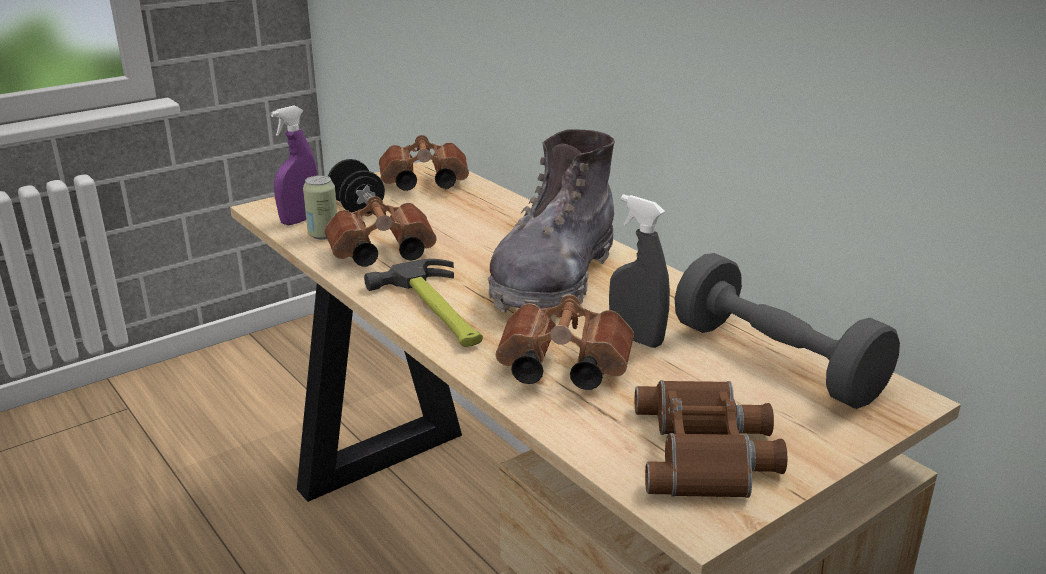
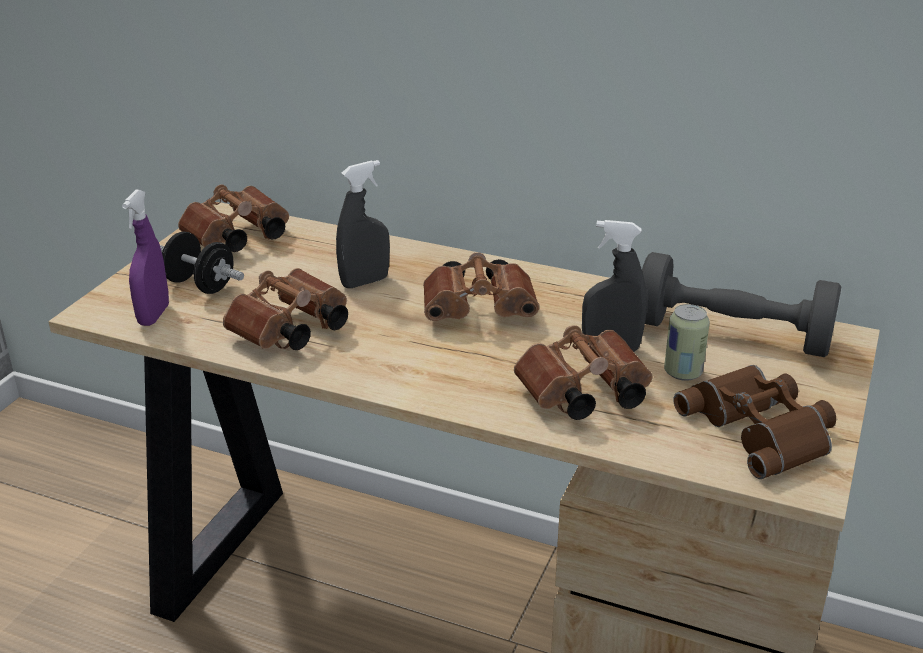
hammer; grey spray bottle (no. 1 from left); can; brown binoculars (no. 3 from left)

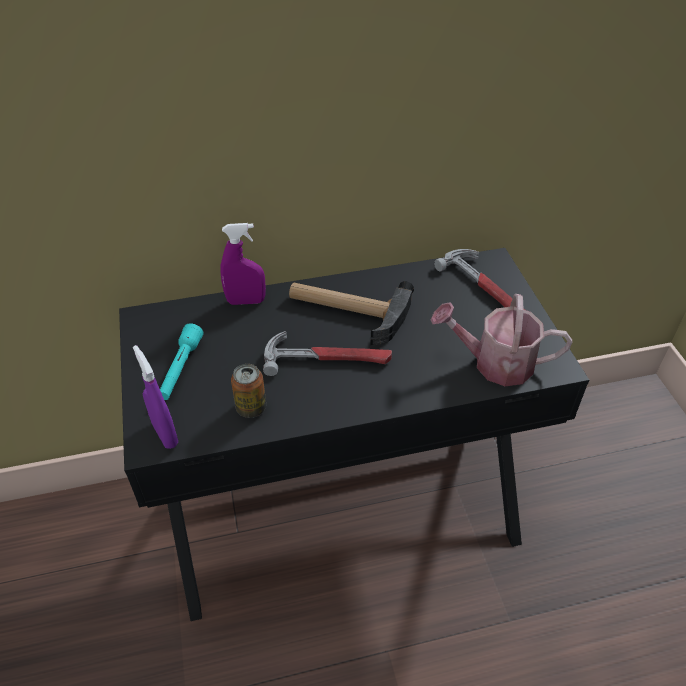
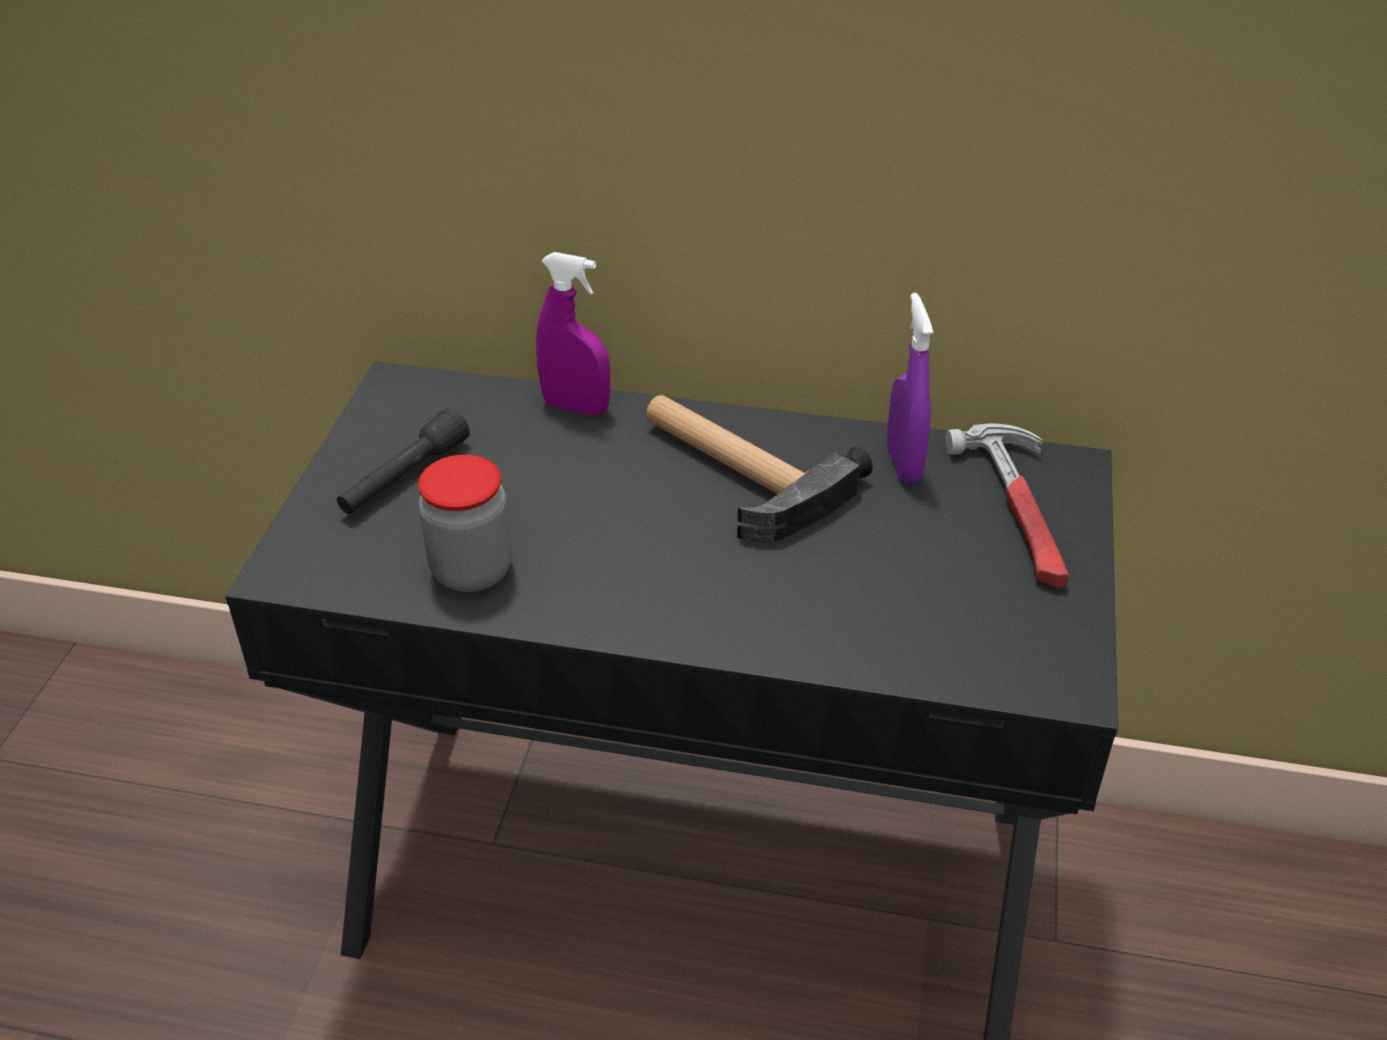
hammer (no. 1 from left in the first image); watering can; purple spray bottle (no. 2 from left); jar; black flashlight

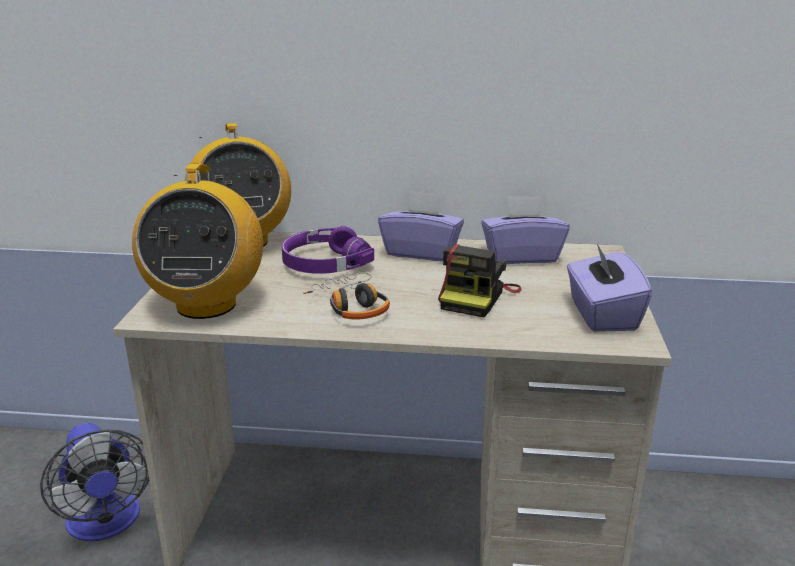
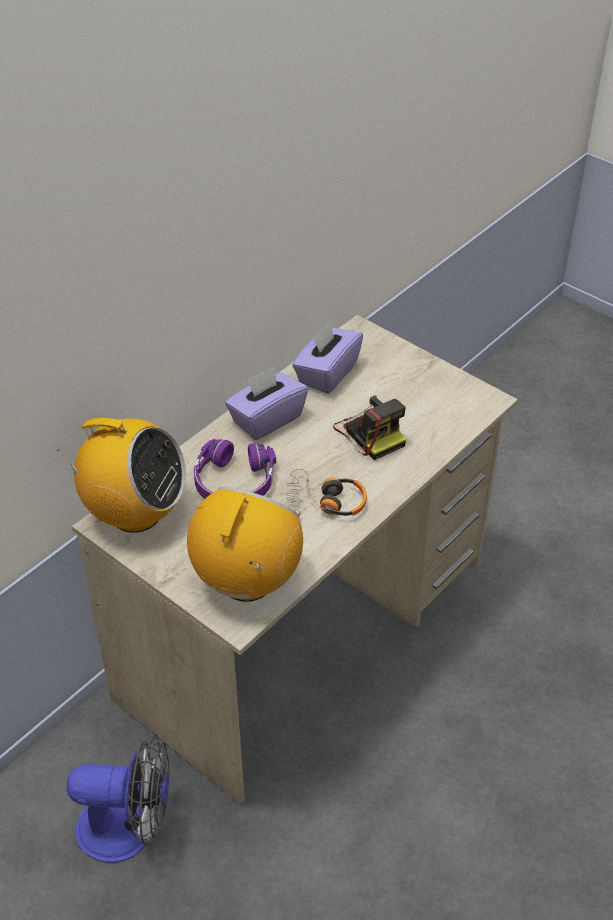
purple tissue box (no. 3 from left in the first image); radio (no. 2 from left)

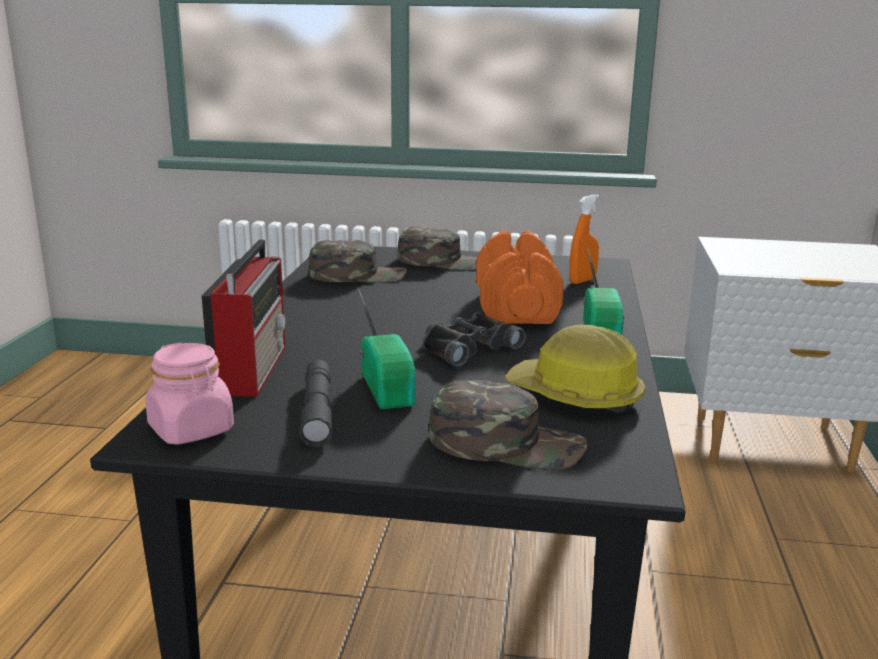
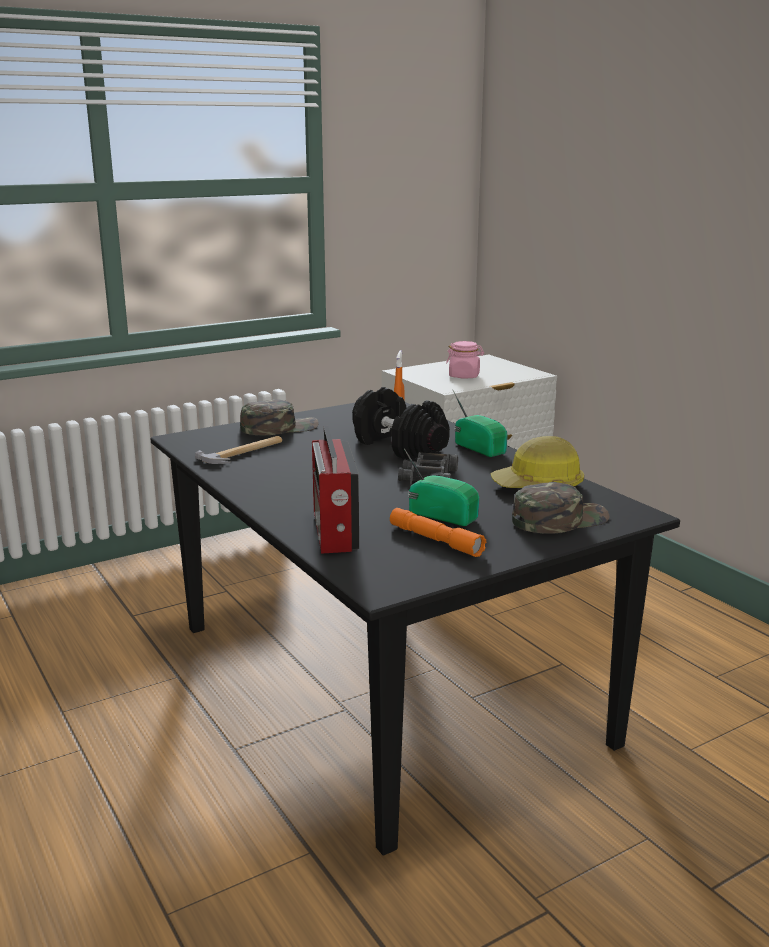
pink jar; hammer; orange flashlight; black dumbbell; radio (no. 1 from left)

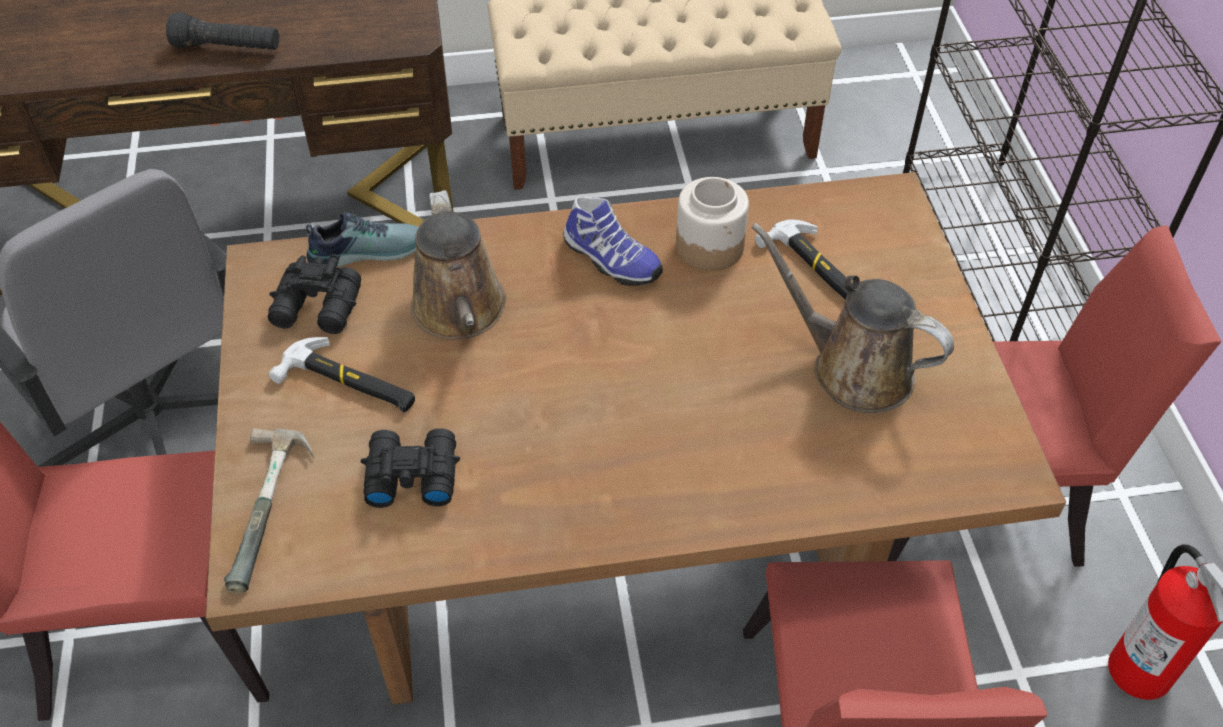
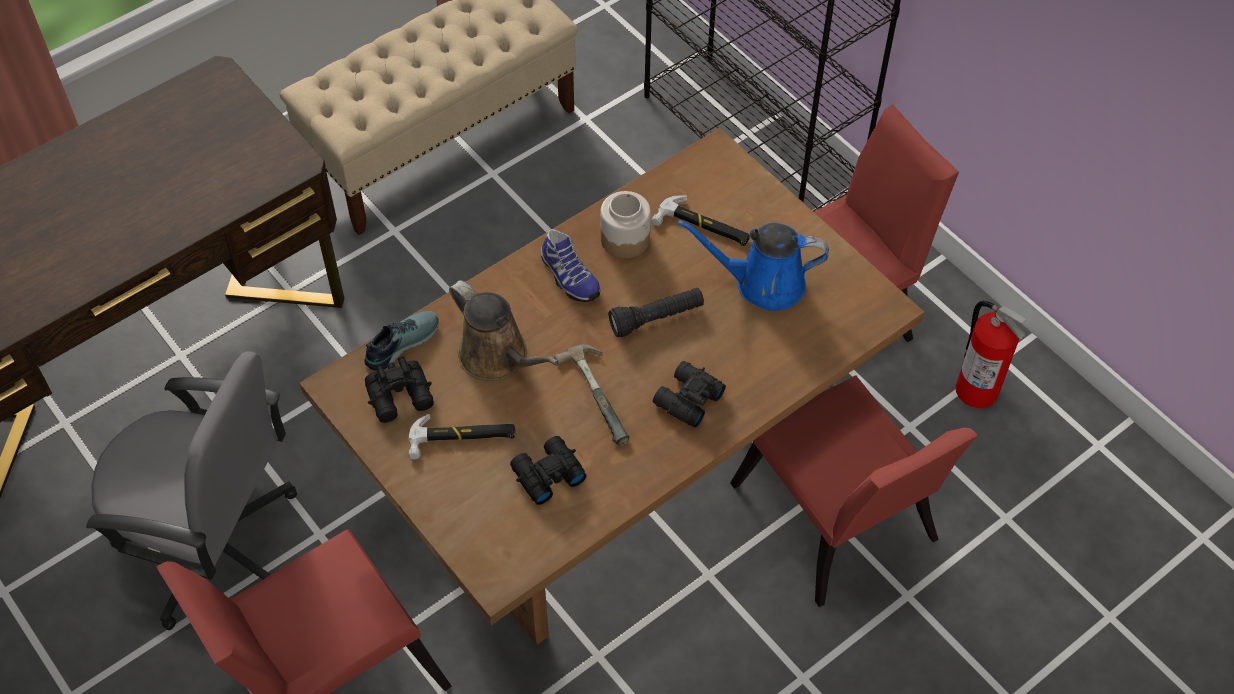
black binoculars (no. 3 from left); black flashlight; hammer (no. 2 from left); blue watering can; shoe (no. 2 from left)

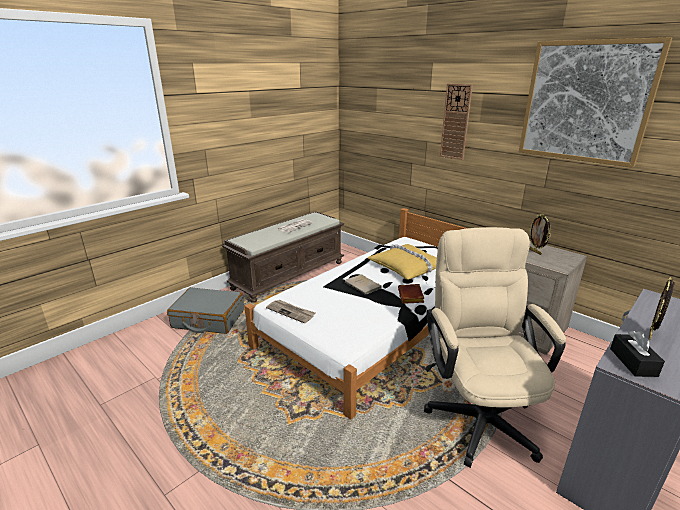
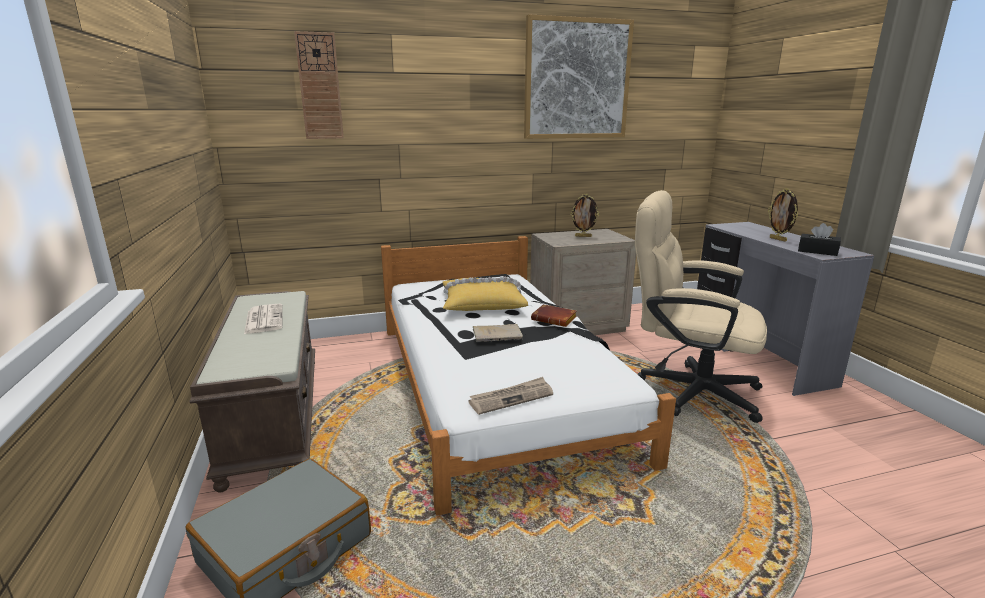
wall clock

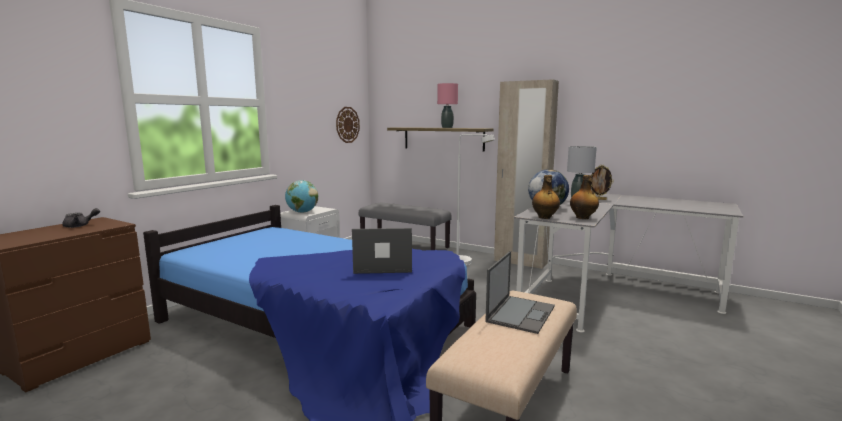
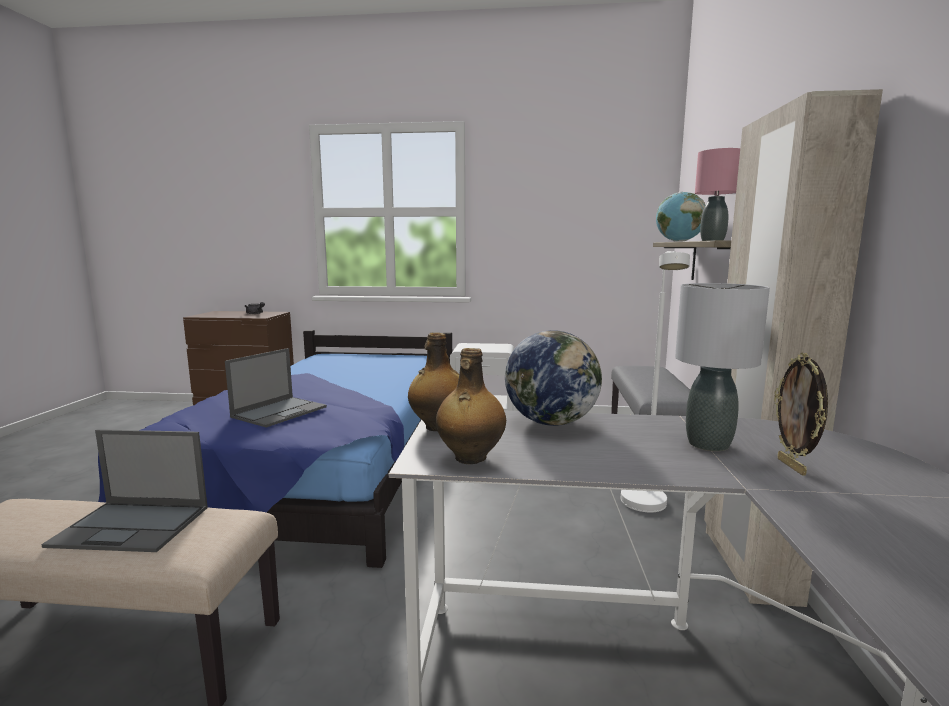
wall clock; globe (no. 2 from left); laptop (no. 2 from left)

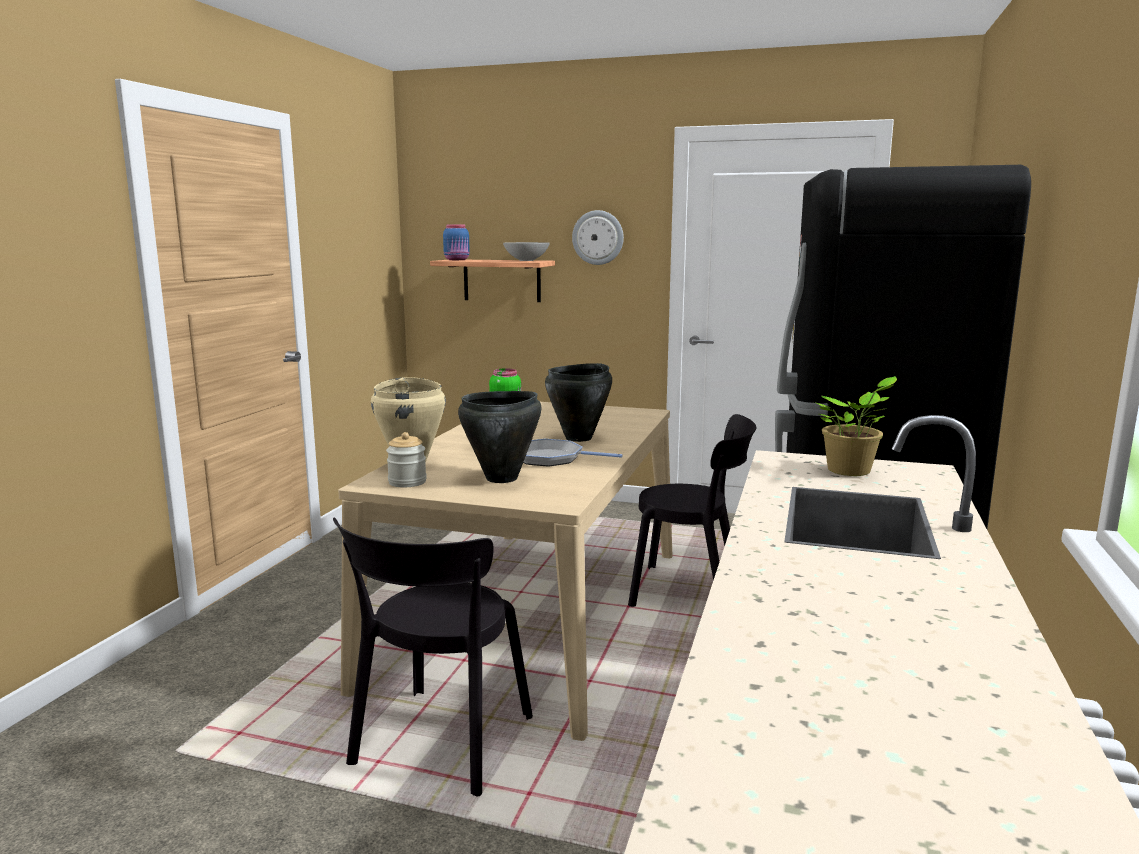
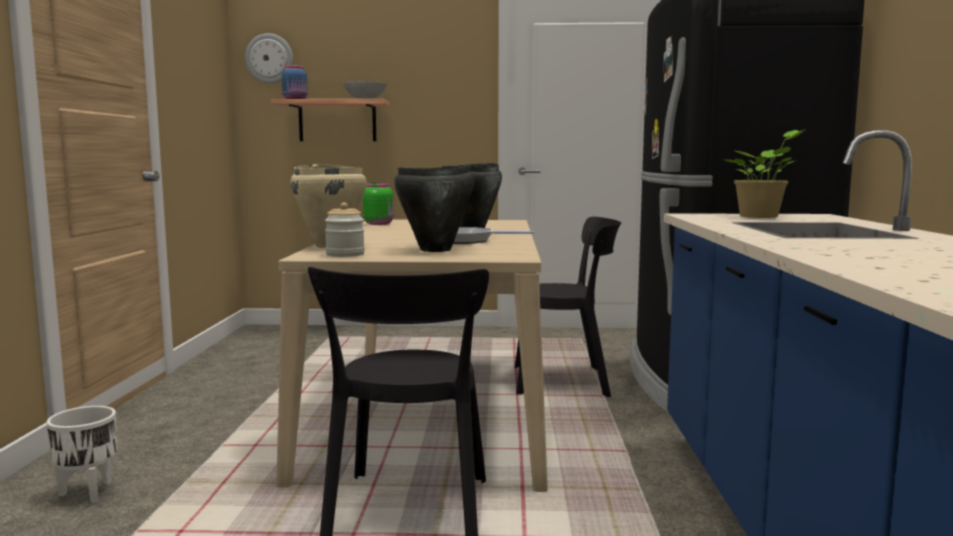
white planter; wall clock

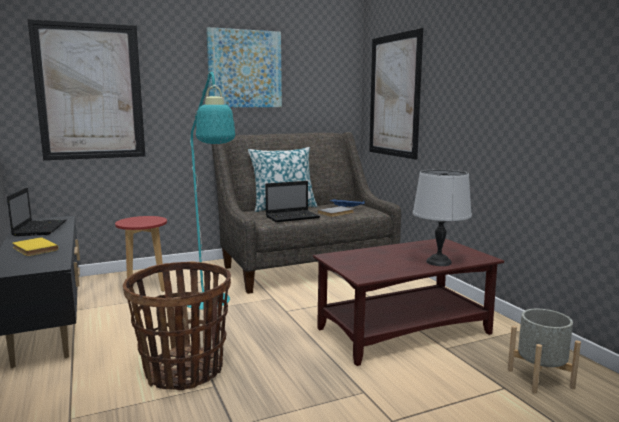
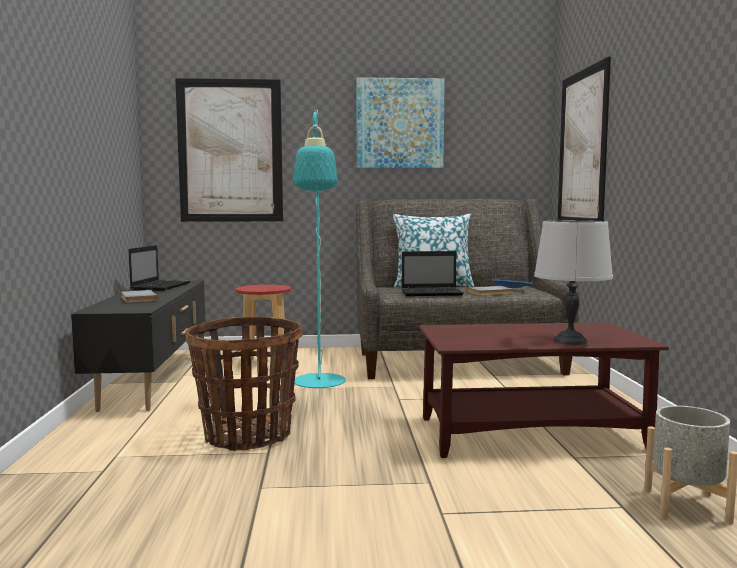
grey book (no. 1 from left)

